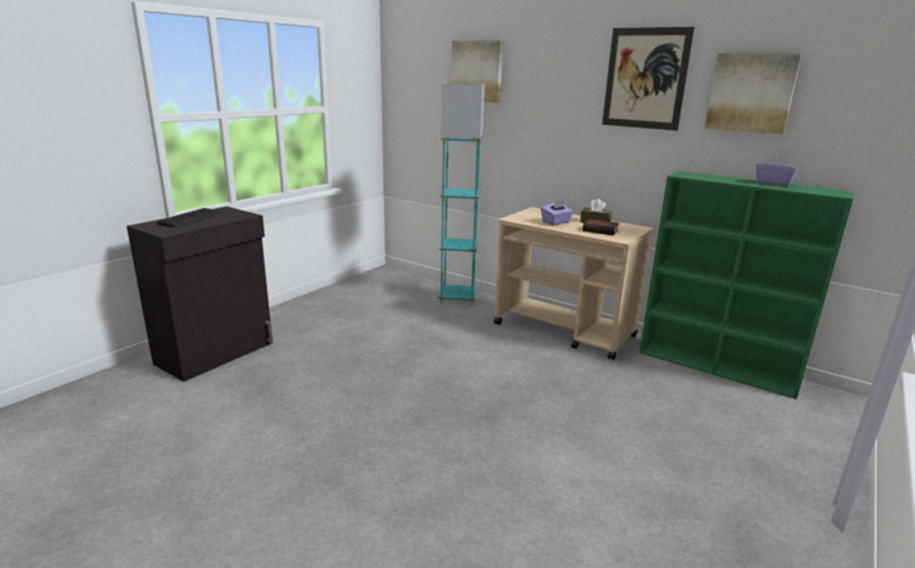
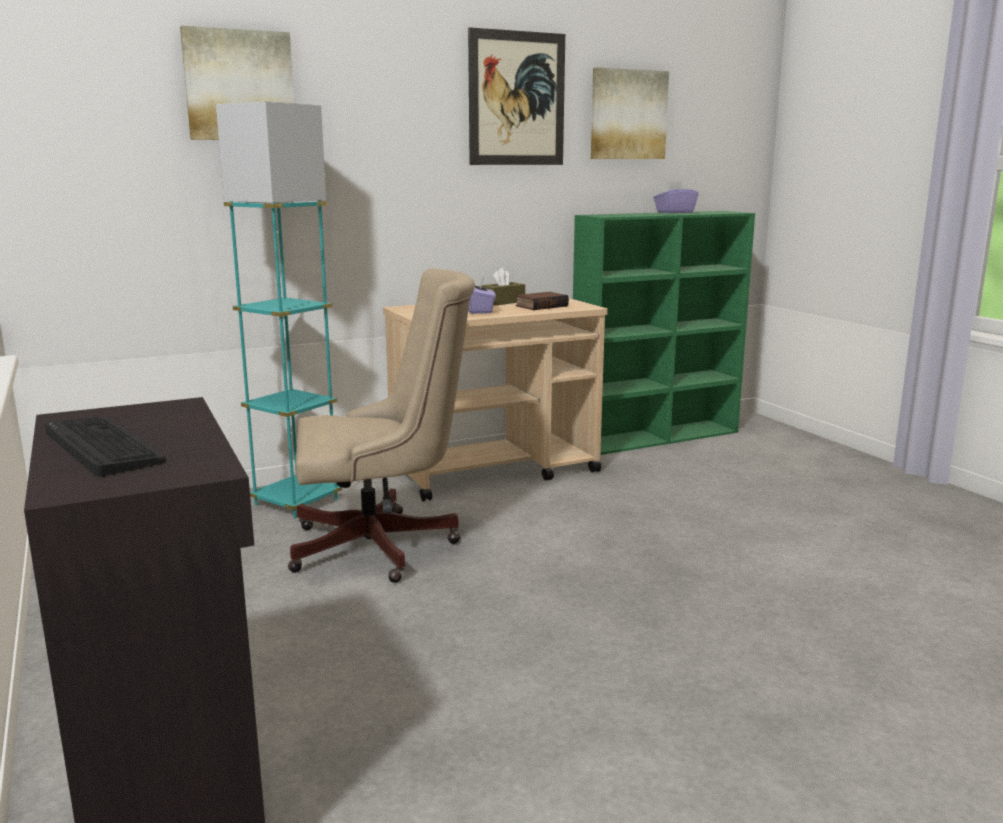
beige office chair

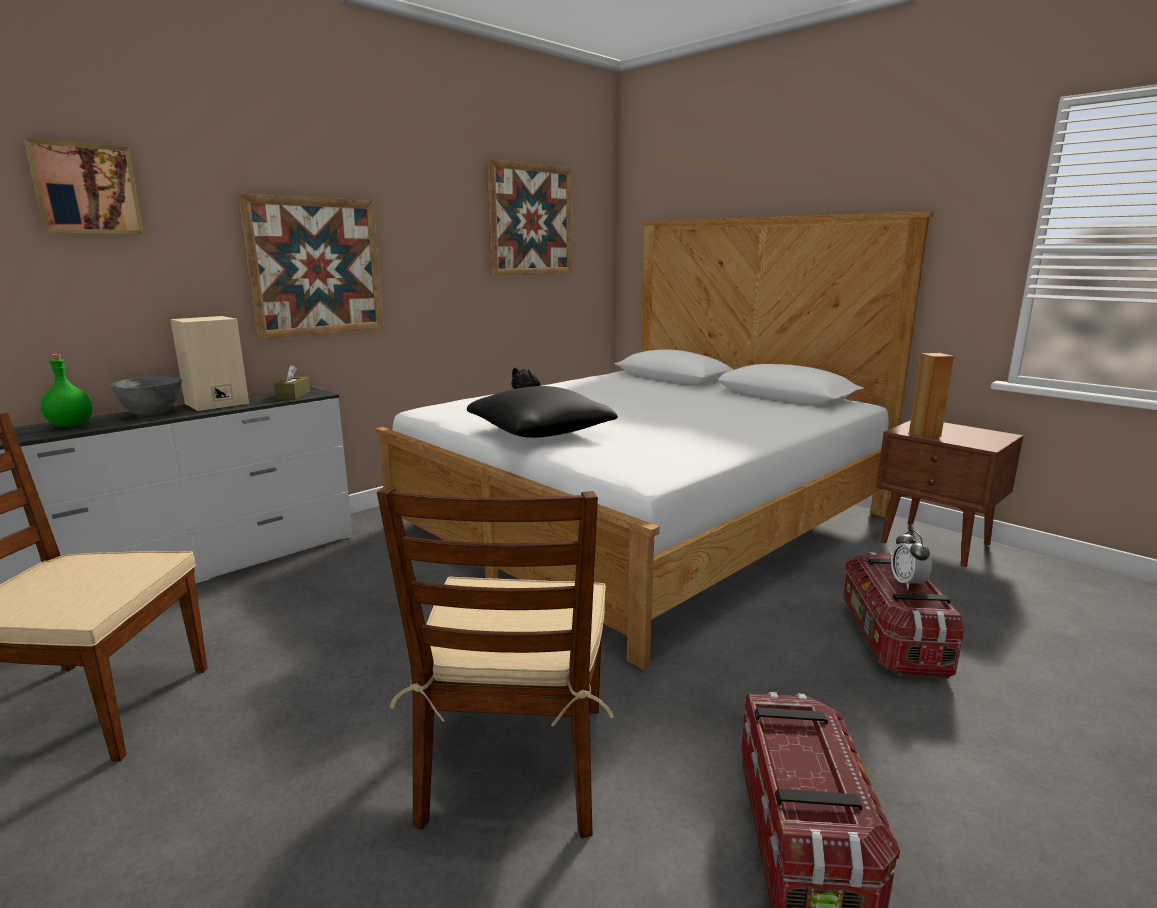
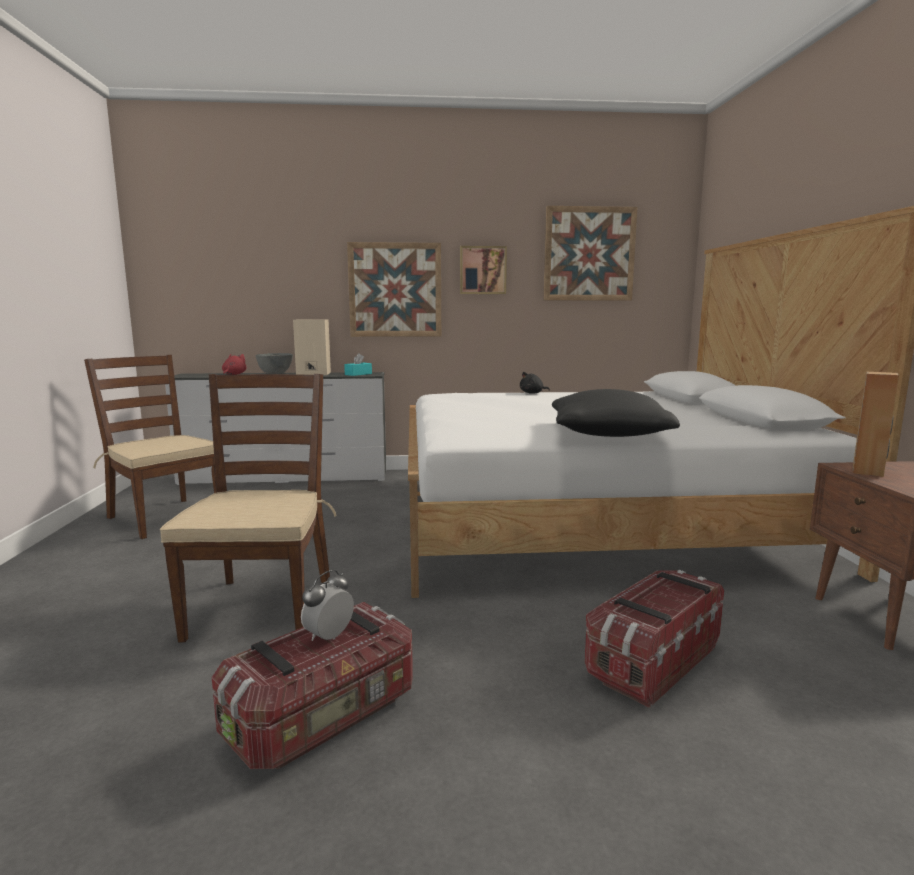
picture (no. 2 from left); black pillow; alarm clock; red plush toy; turquoise tissue box; brown chair (no. 2 from left)

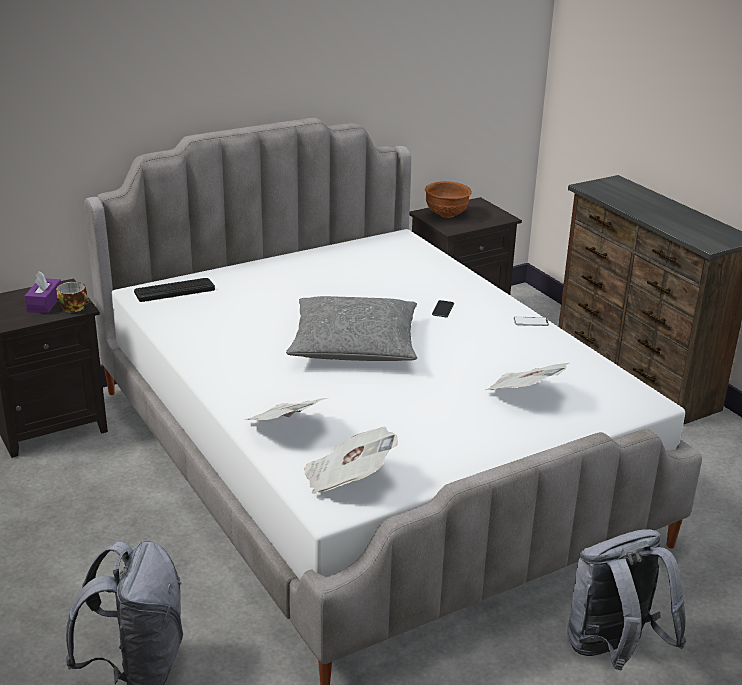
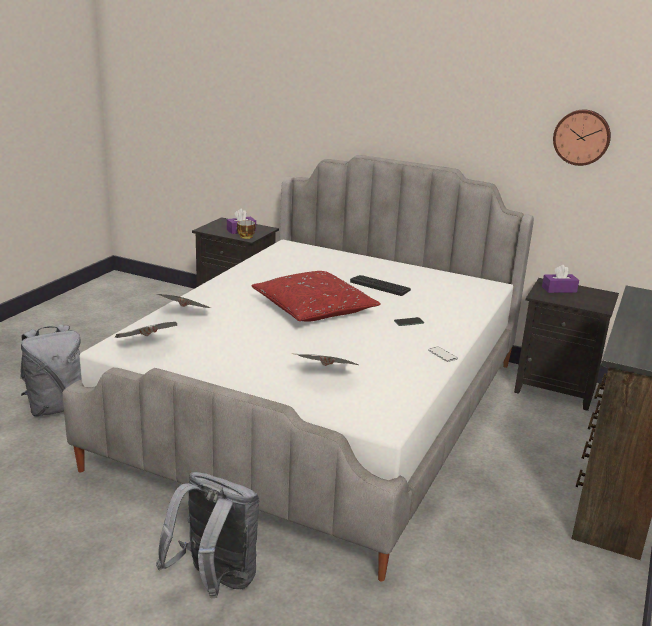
wall clock; keyboard; purple tissue box (no. 2 from left); red pillow

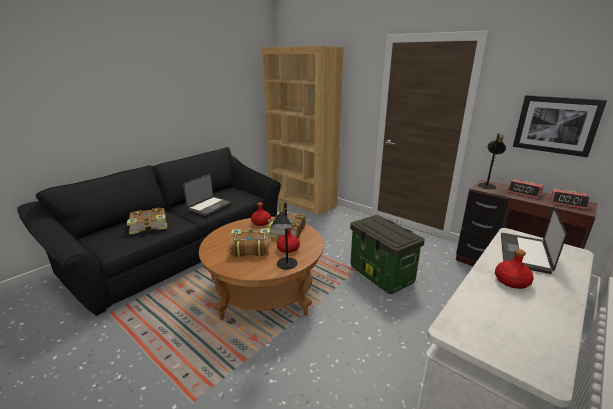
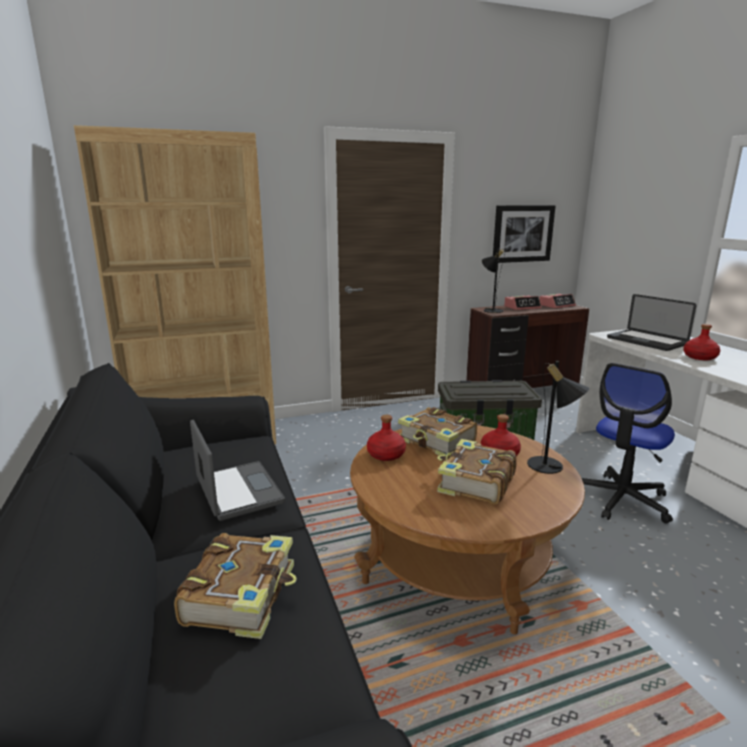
office chair

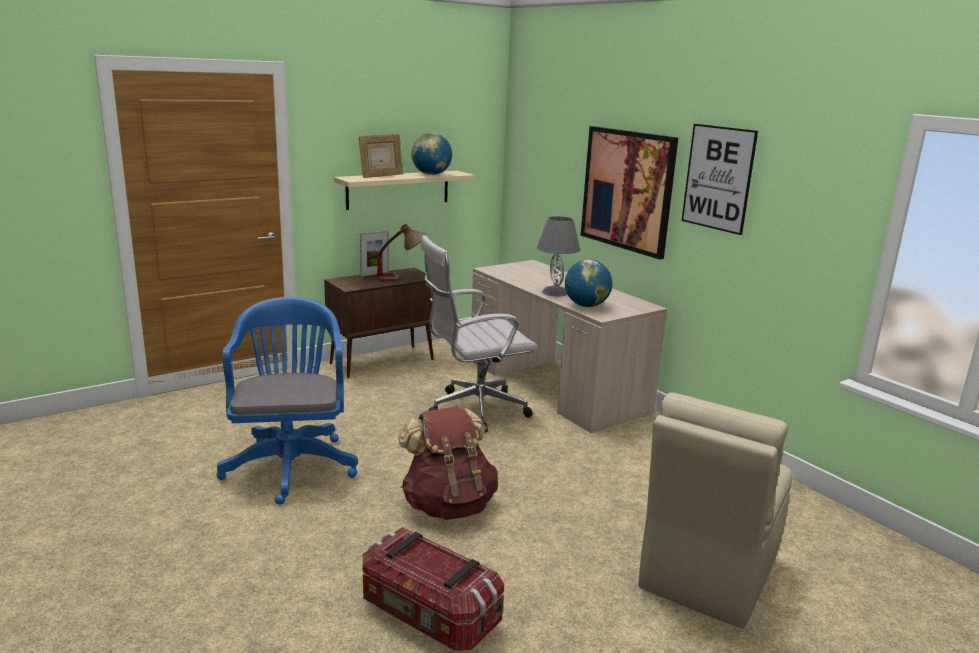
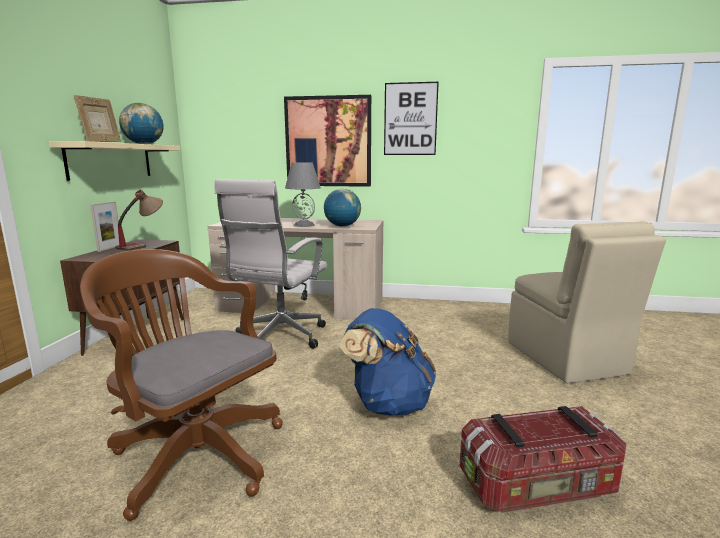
brown office chair; blue backpack

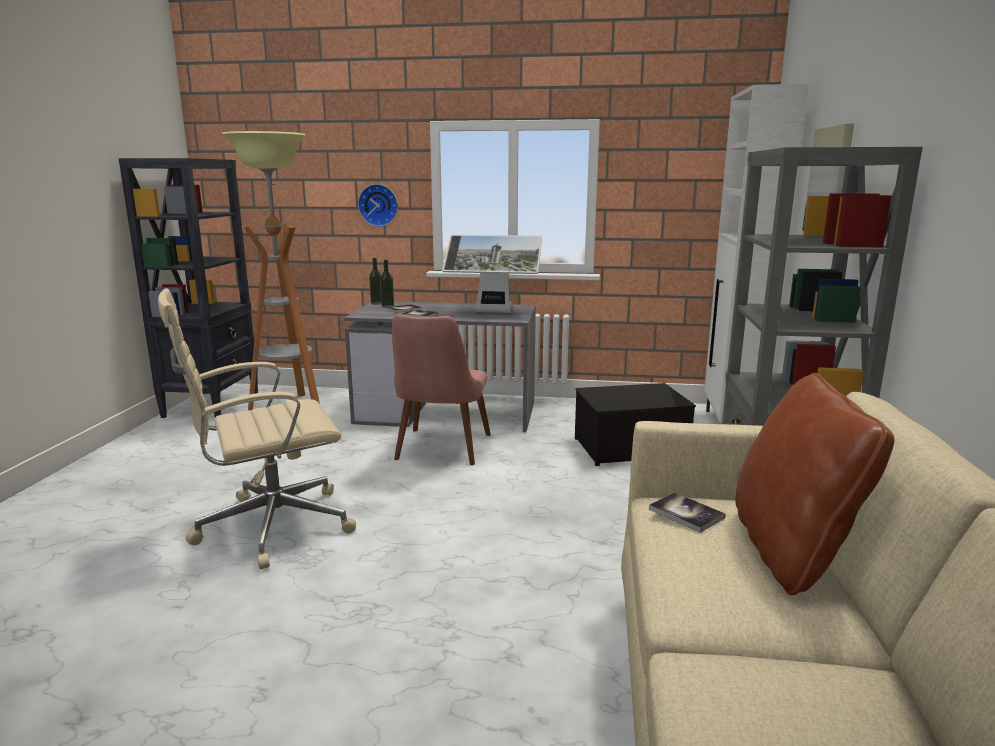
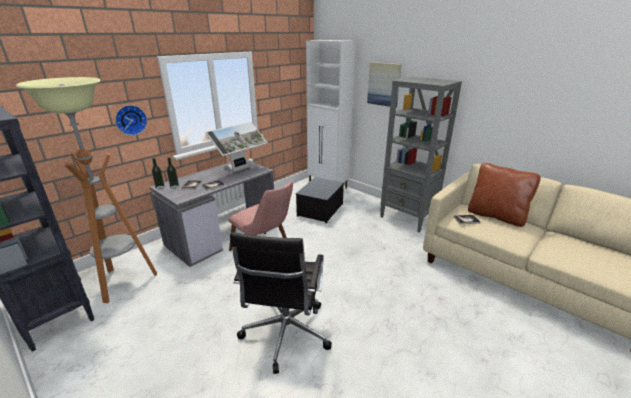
black office chair

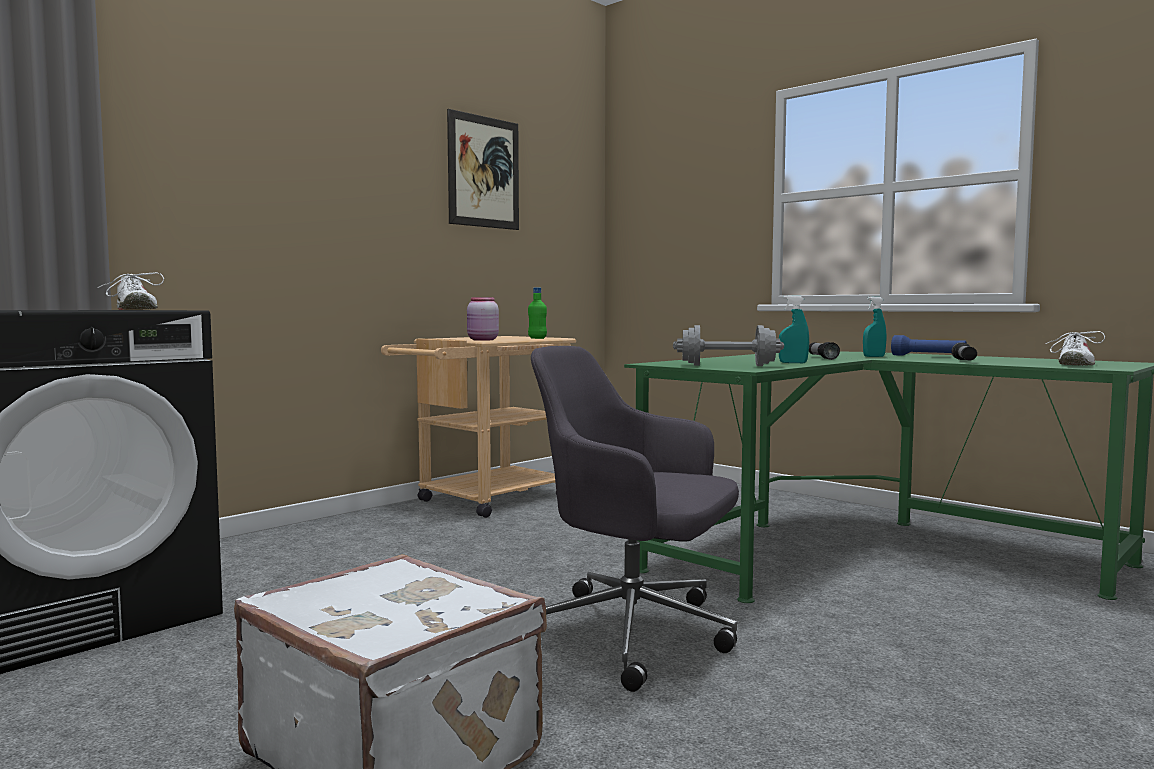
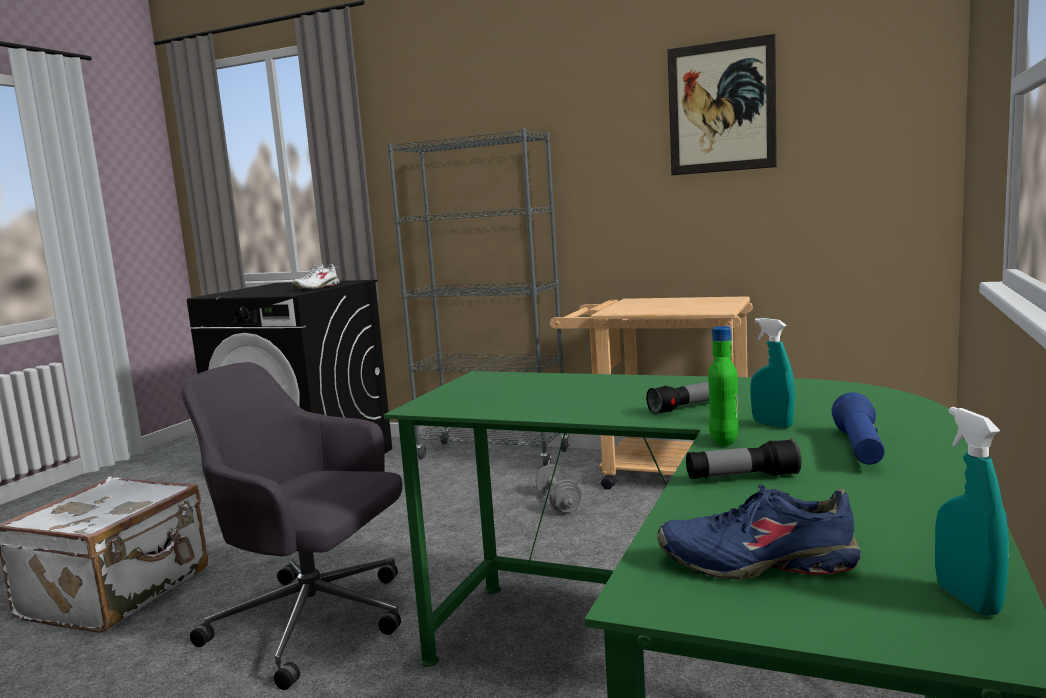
pink jar; grey bookcase; green bottle; grey dumbbell; turquoise spray bottle (no. 2 from left); blue shoe; grey office chair

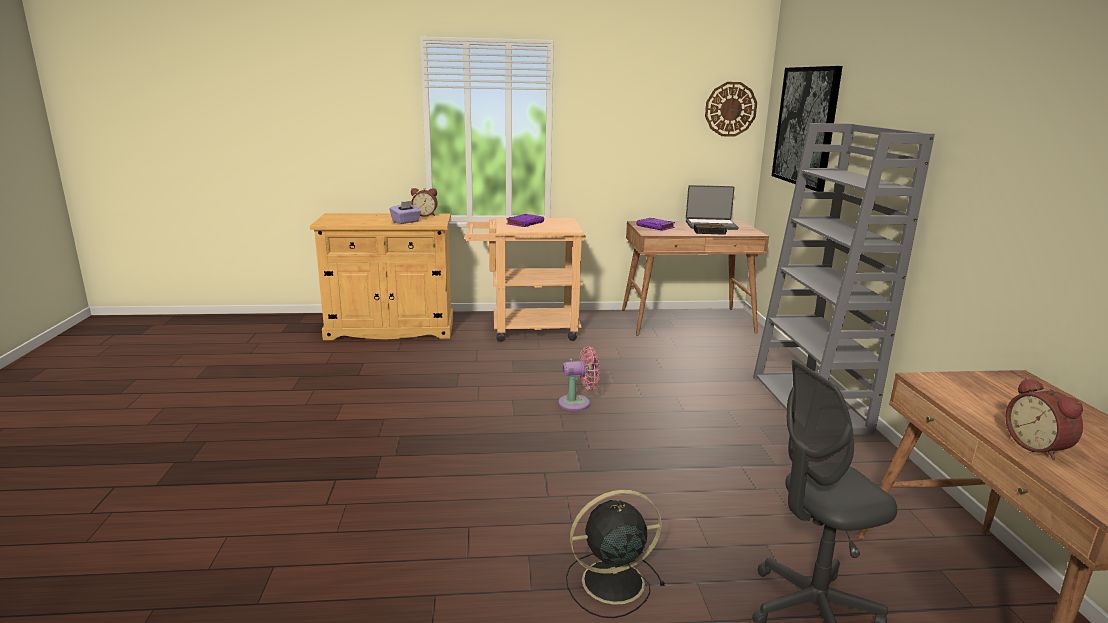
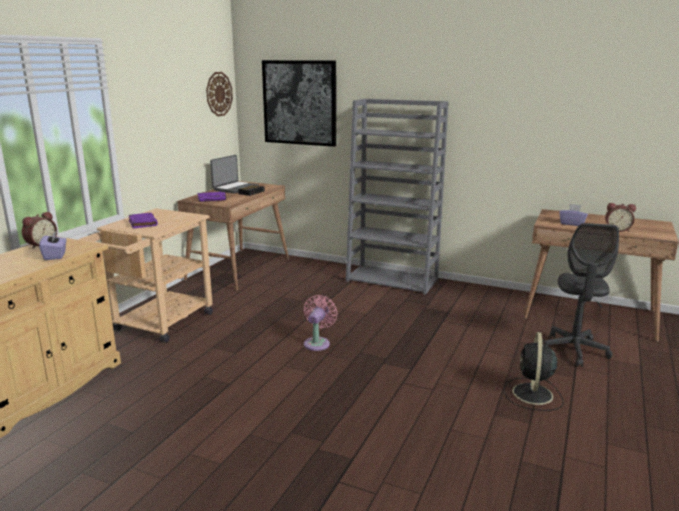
purple tissue box (no. 2 from left)

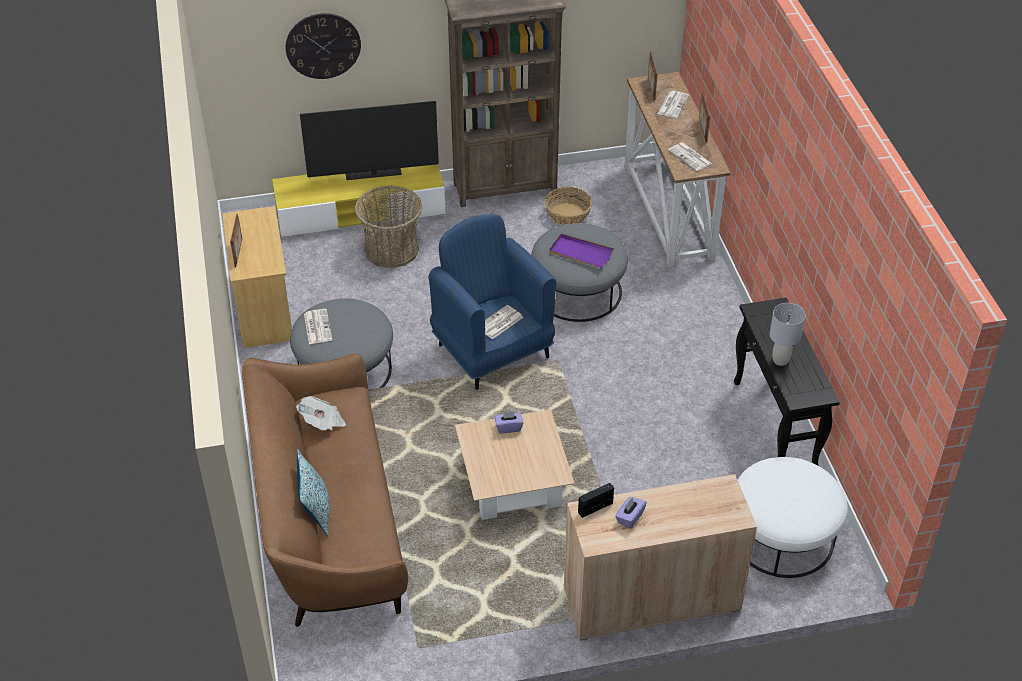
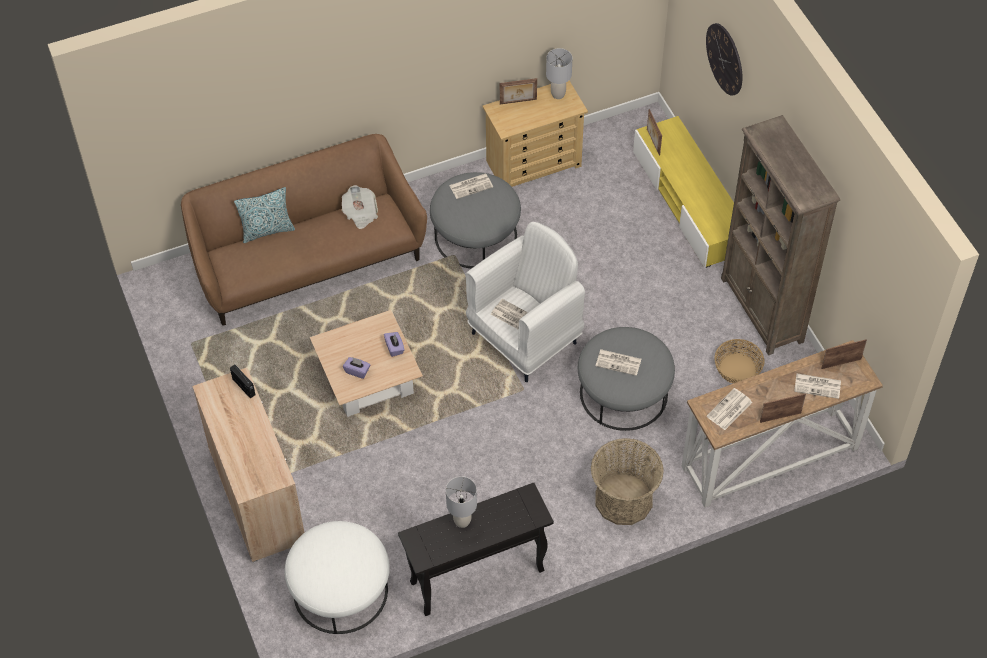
television; grey table lamp (no. 2 from left); picture frame (no. 2 from left); basket (no. 1 from left); purple tissue box (no. 1 from left); newspaper (no. 4 from left); white armchair

